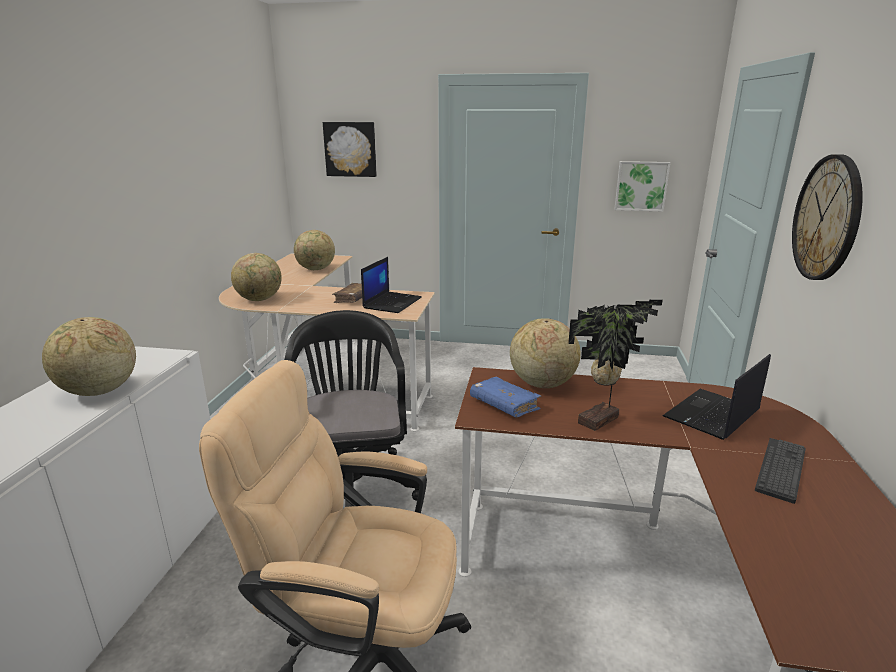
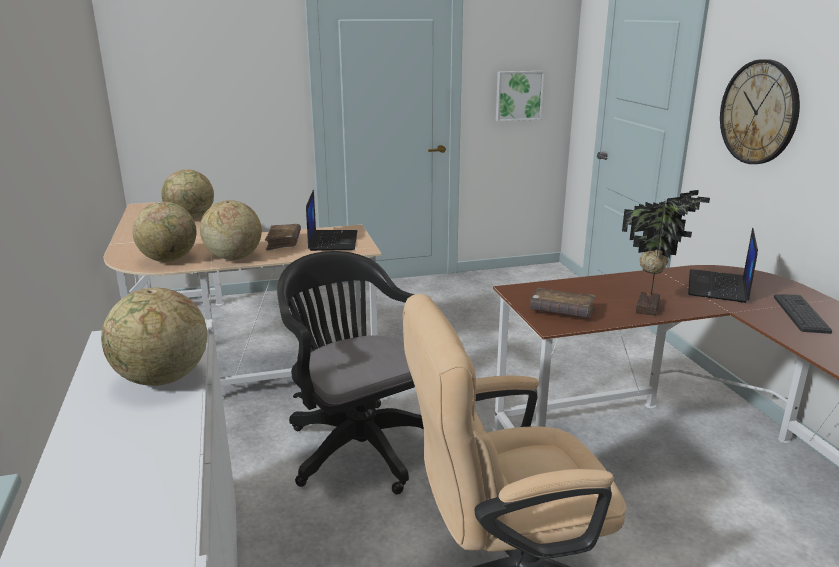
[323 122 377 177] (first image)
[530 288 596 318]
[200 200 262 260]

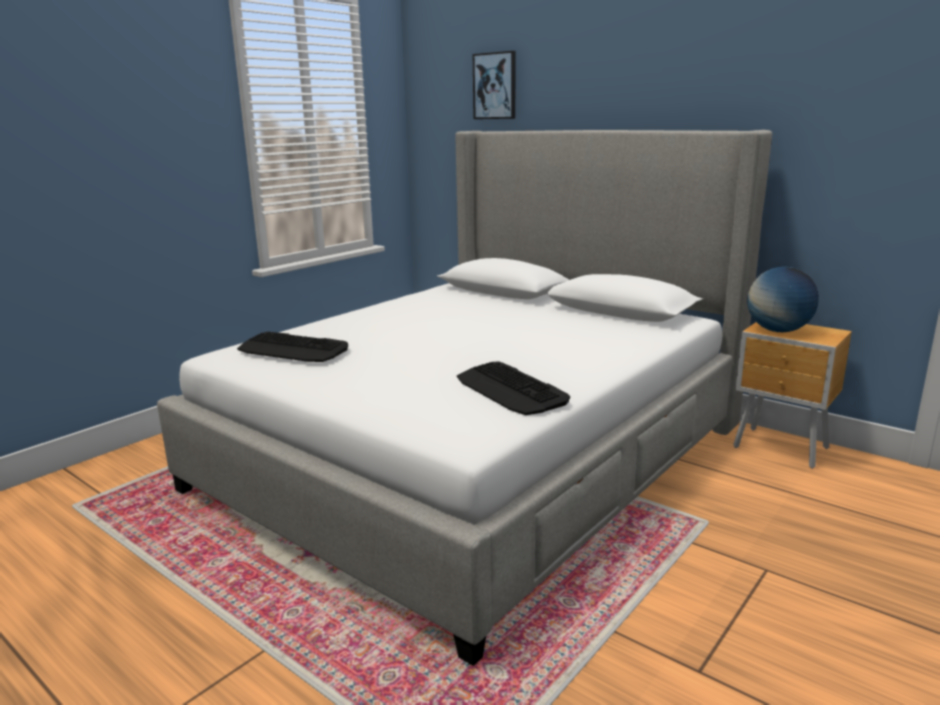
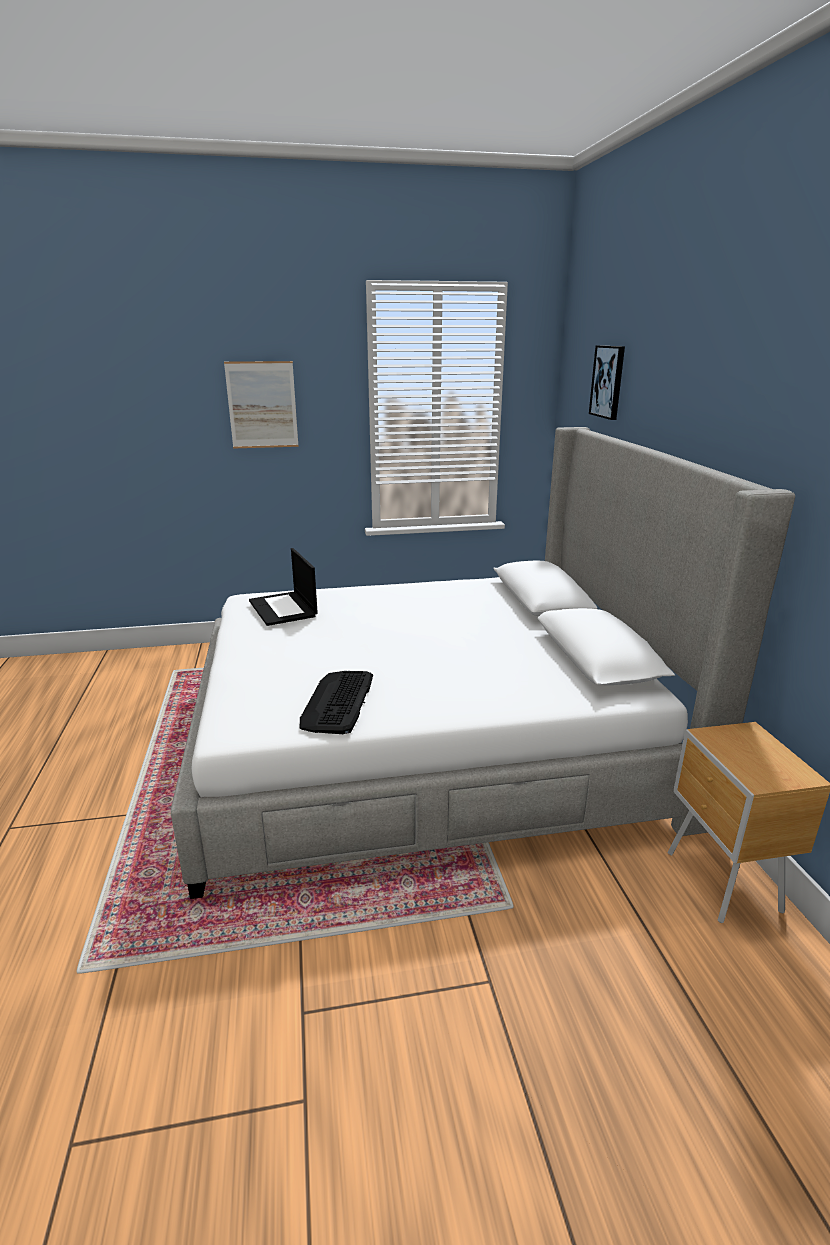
[249 548 318 626]
[747 267 819 332] (first image)
[224 361 298 449]

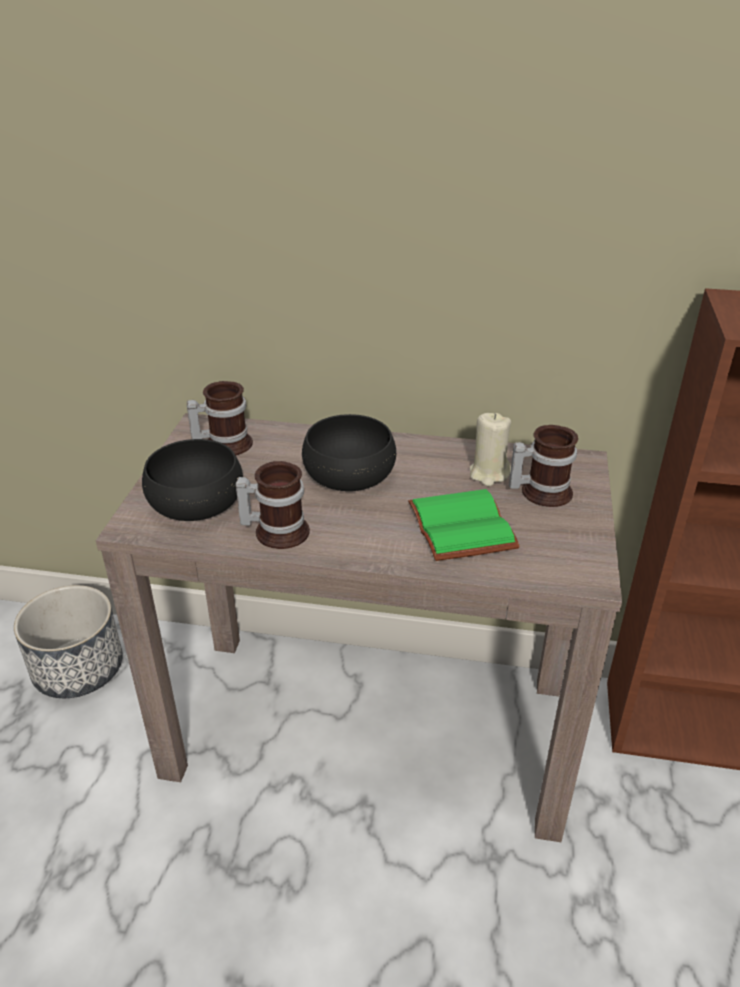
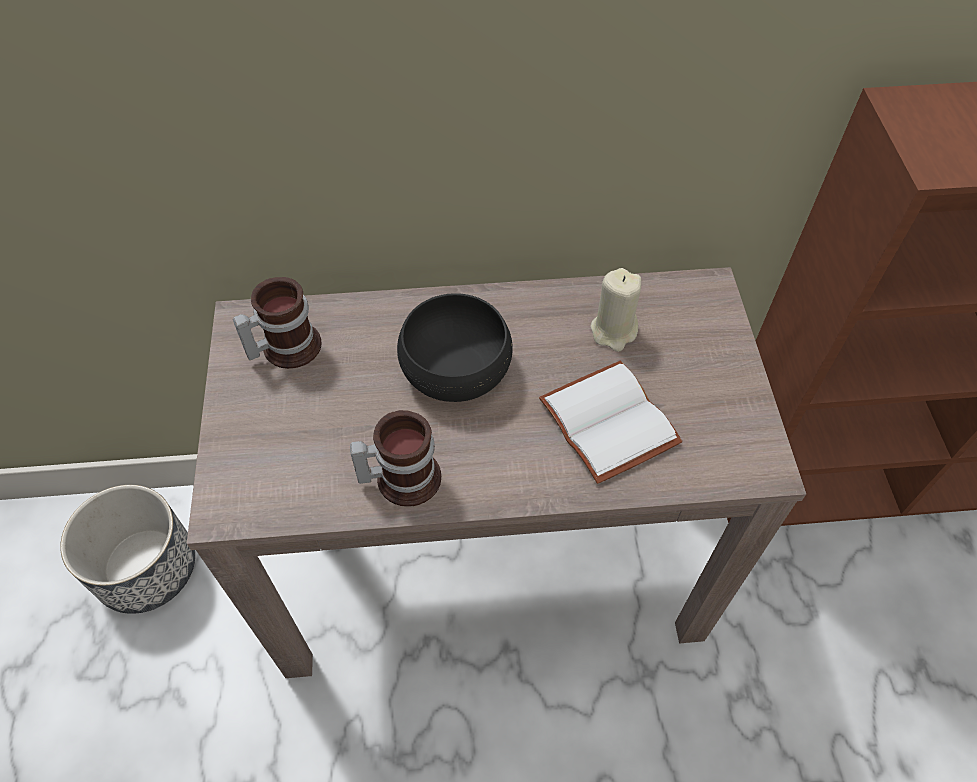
[142 439 243 521] (first image)
[539 361 683 484]
[509 425 578 507] (first image)

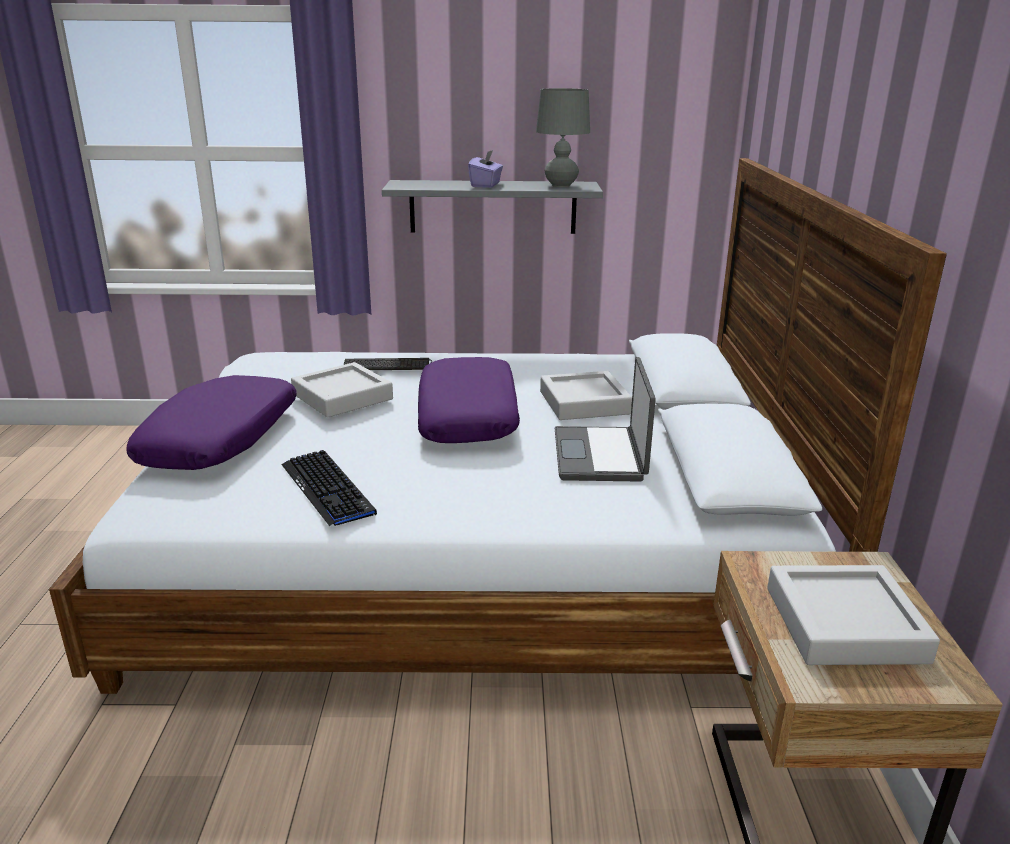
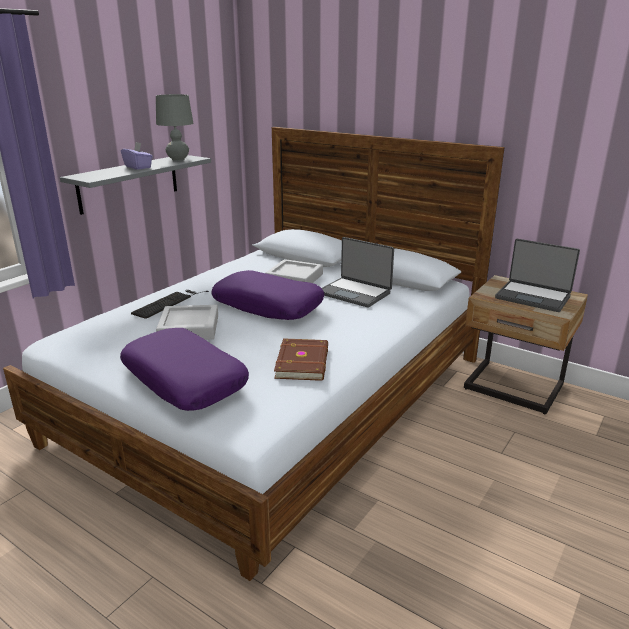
[274 338 328 381]
[495 239 580 312]

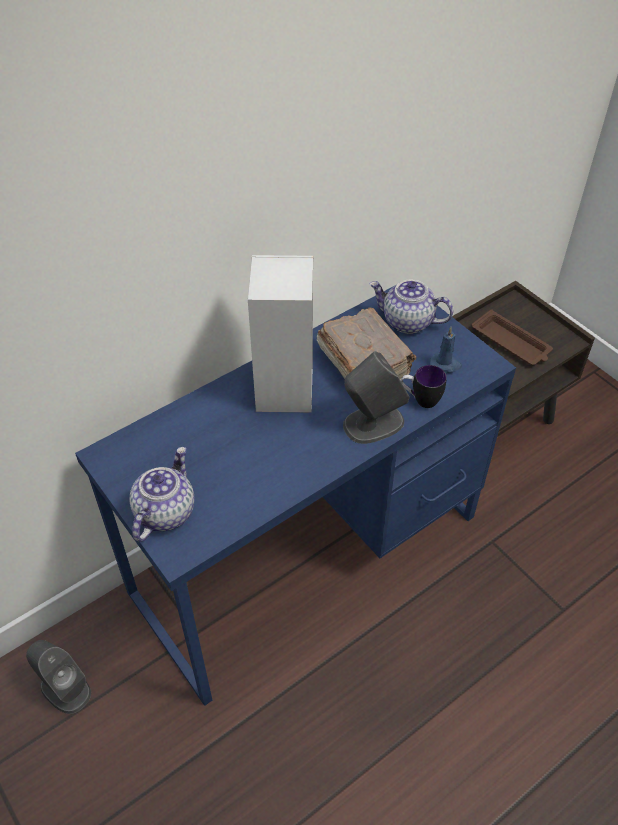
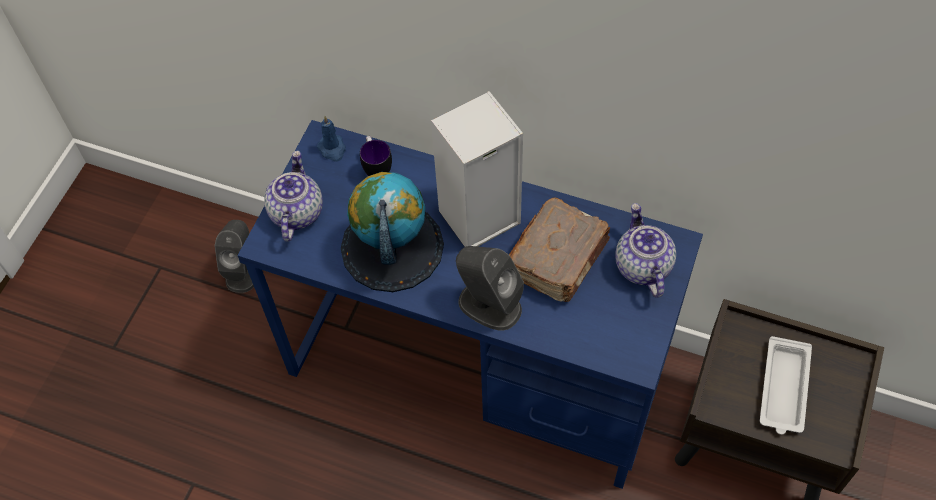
[264 151 323 242]
[360 136 392 176]
[317 116 346 162]
[760 336 812 435]
[341 172 444 292]

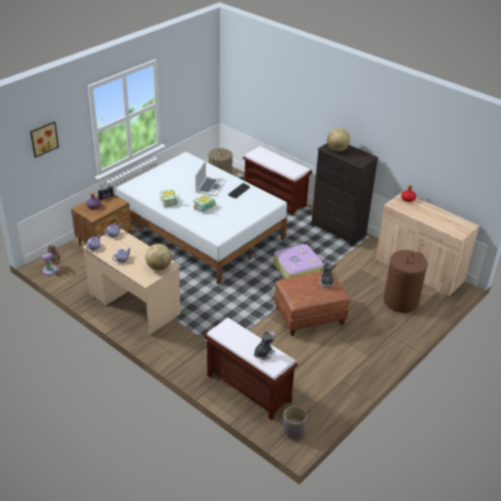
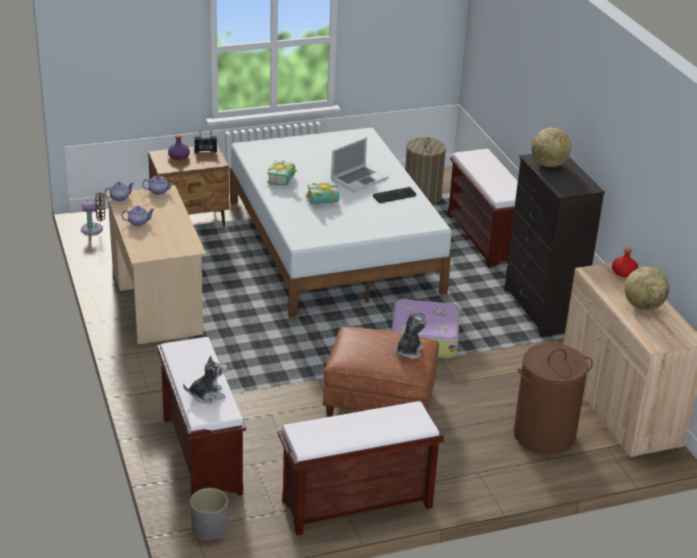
[30 121 59 158] (first image)
[624 267 669 310]
[277 401 444 536]

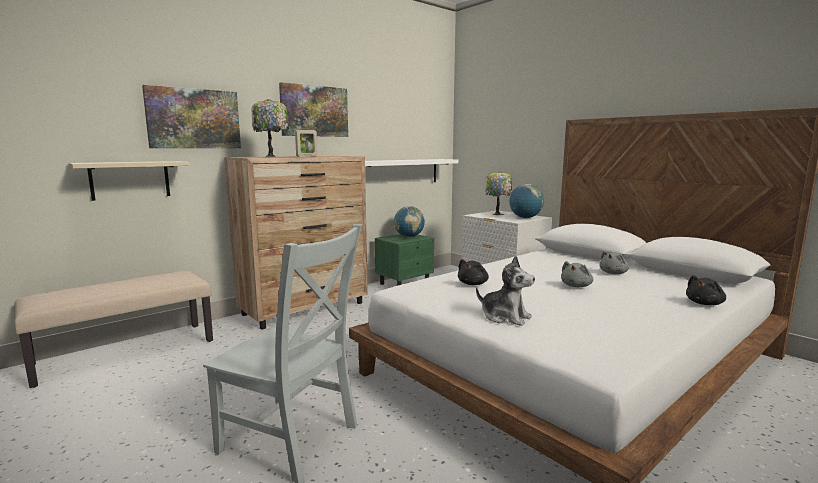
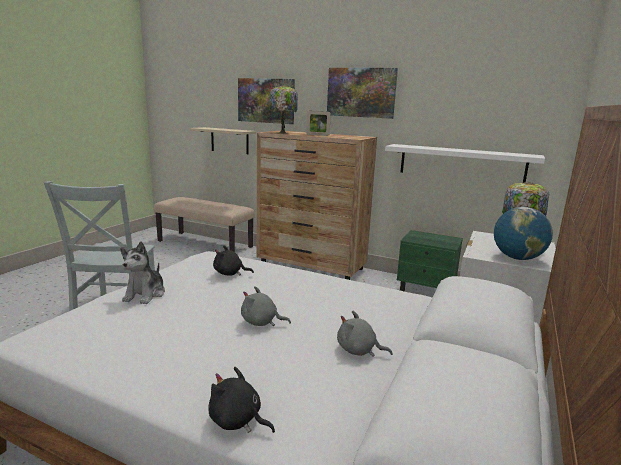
[394 206 425 237] (first image)

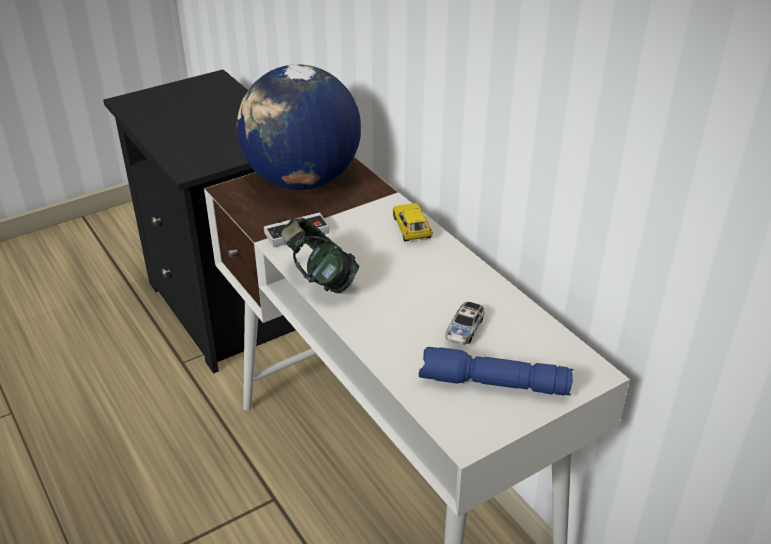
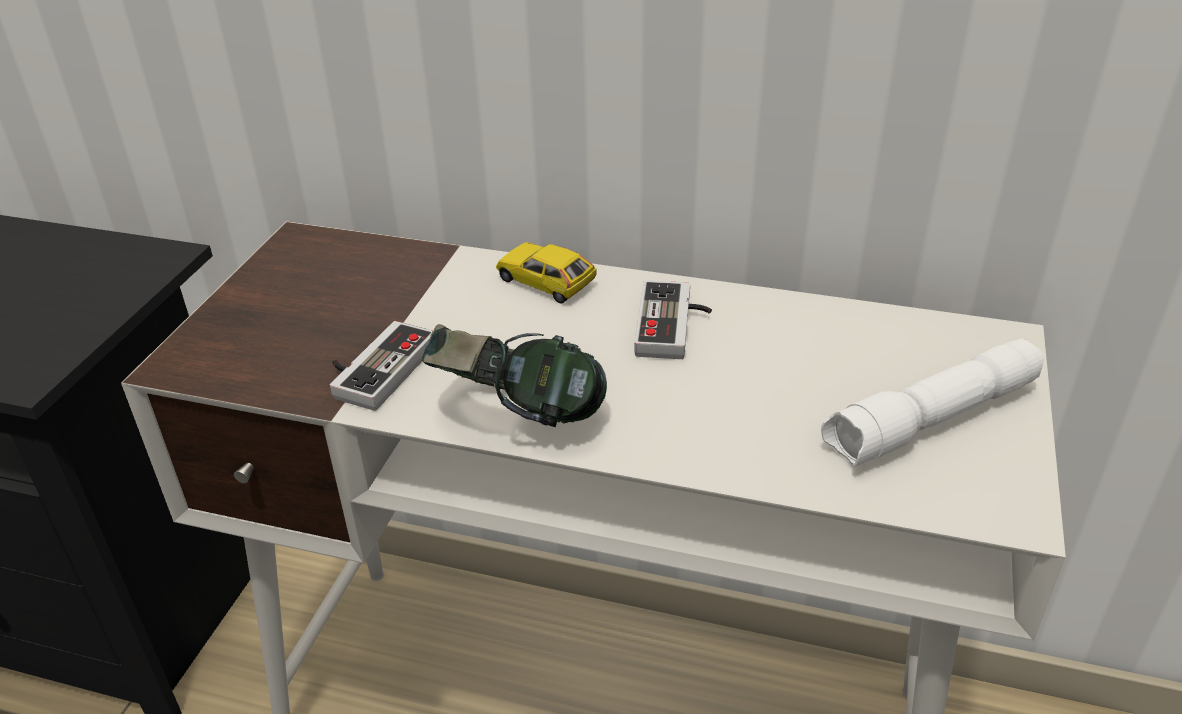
[237 64 361 190] (first image)
[821 339 1044 467]
[445 302 485 345] (first image)
[634 280 712 359]

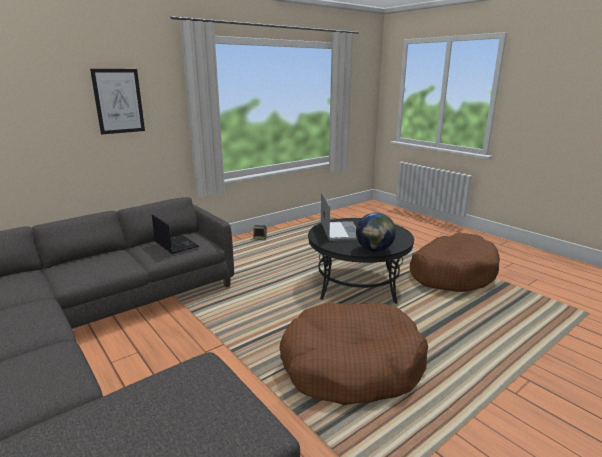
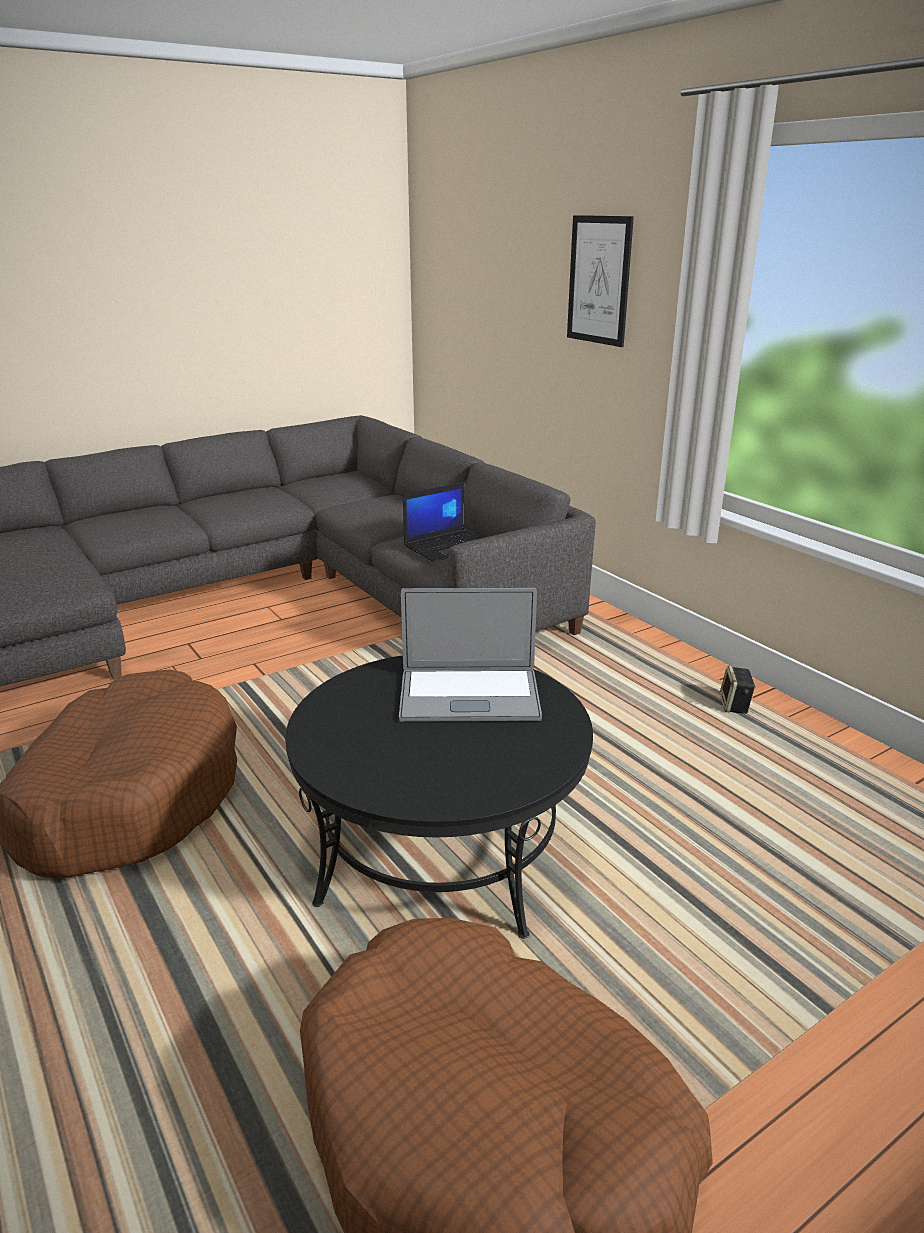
[356 213 396 252] (first image)

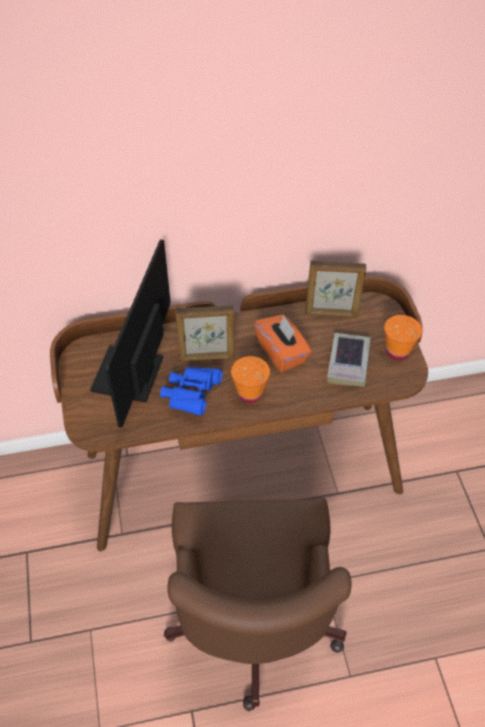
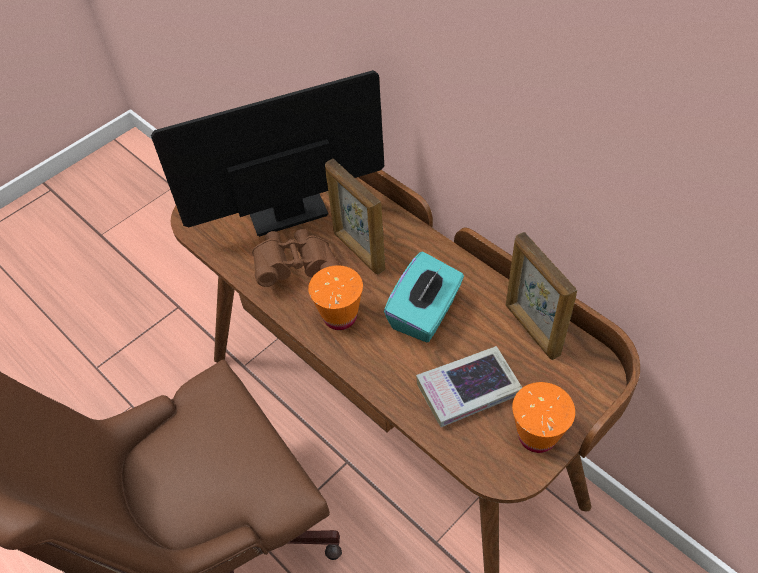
[252 229 340 287]
[384 252 464 343]

